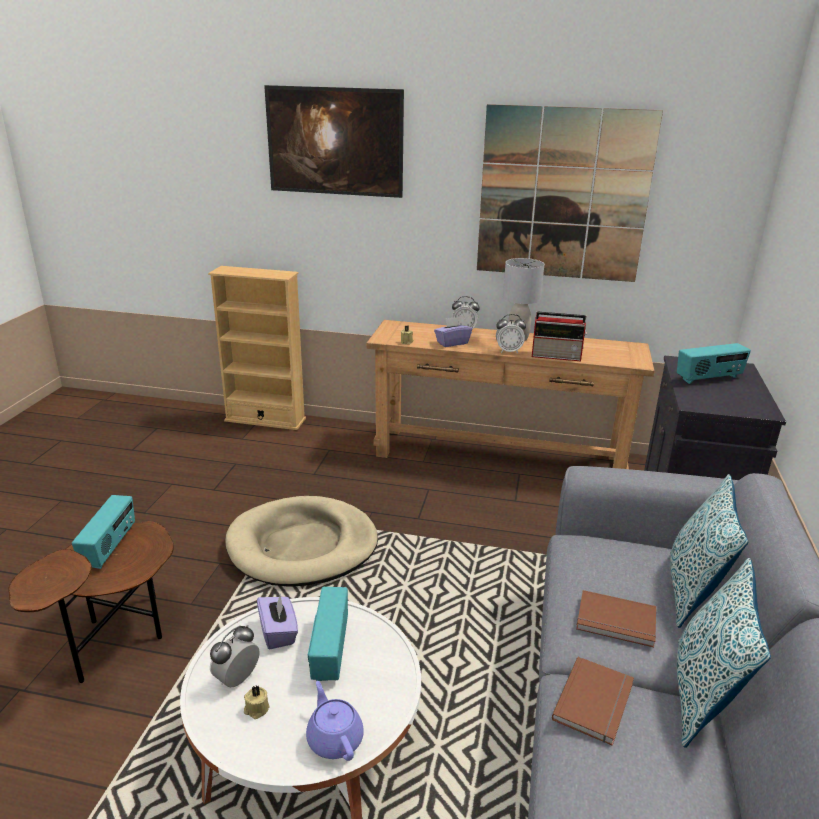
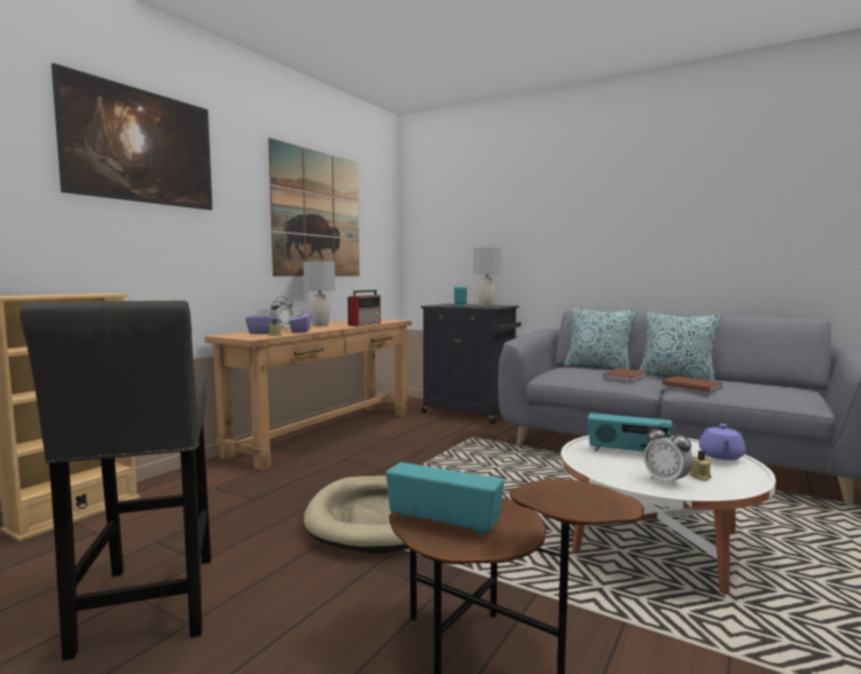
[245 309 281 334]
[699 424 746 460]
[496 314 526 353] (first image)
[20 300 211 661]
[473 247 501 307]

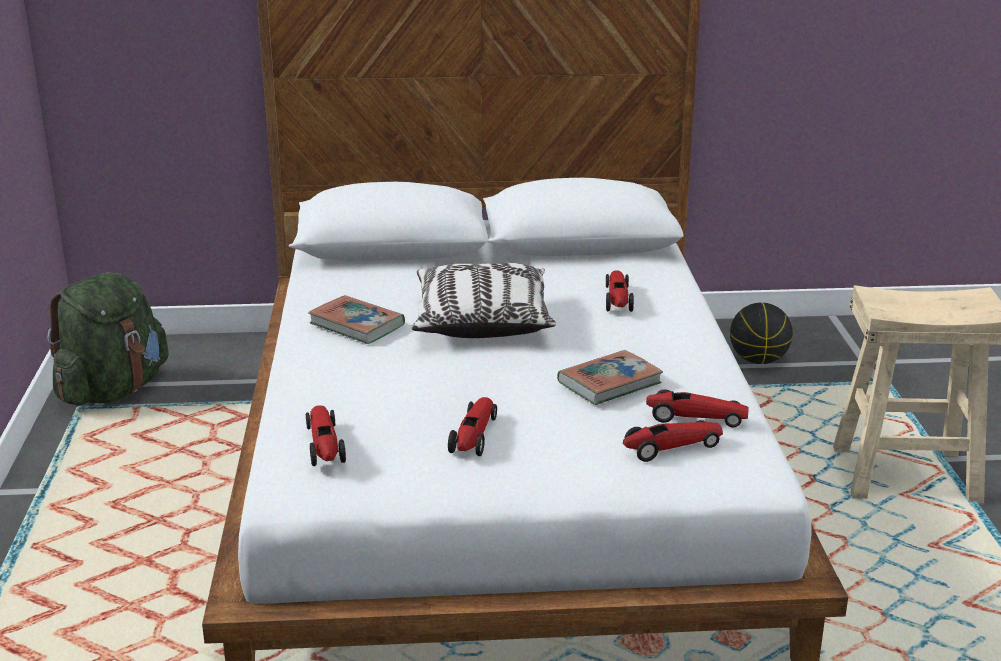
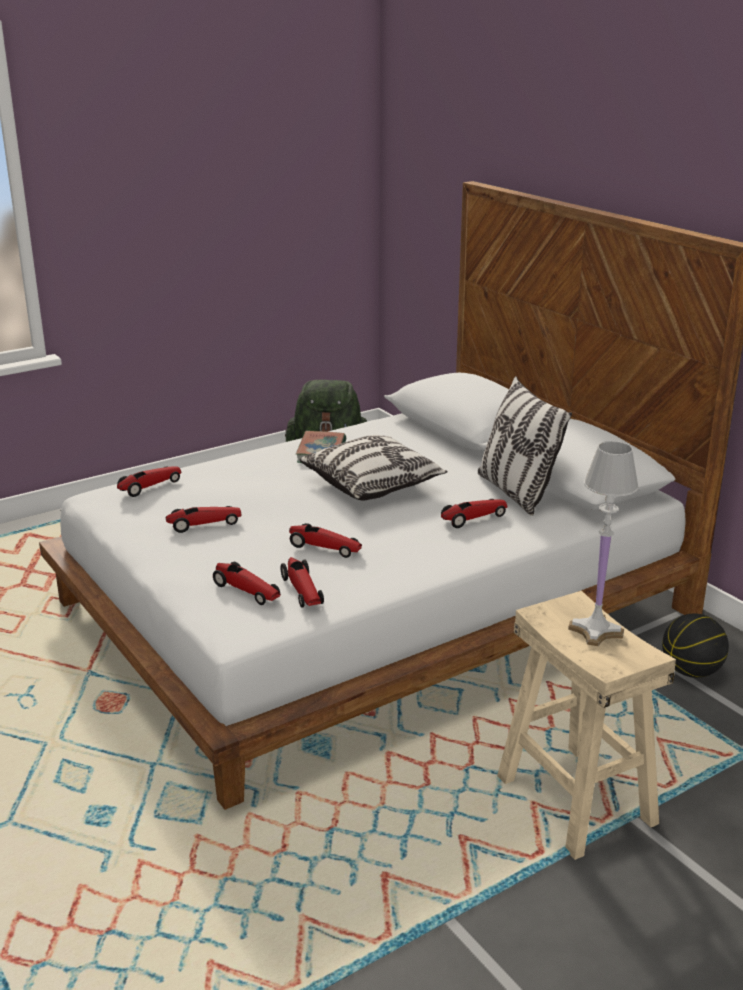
[289 523 362 558]
[478 376 572 516]
[568 441 639 646]

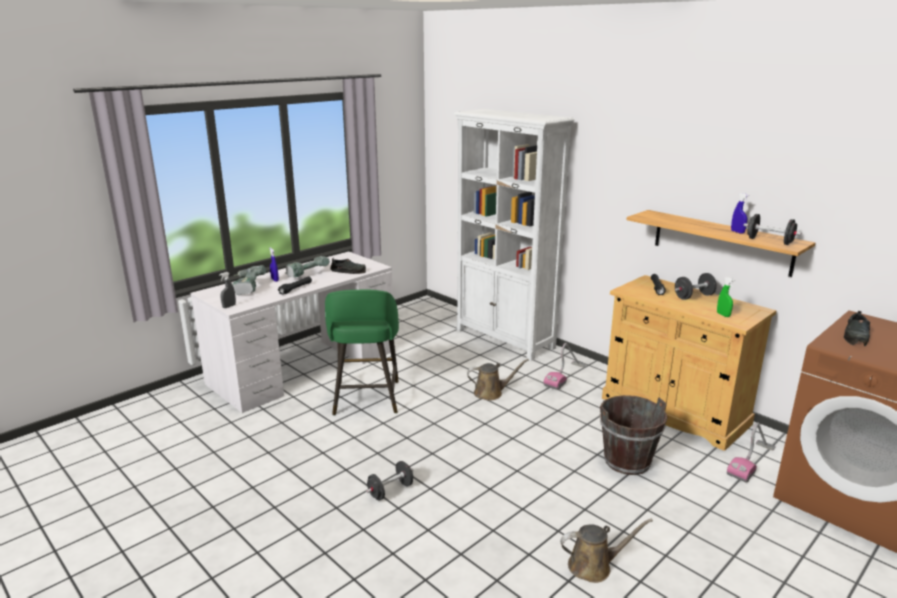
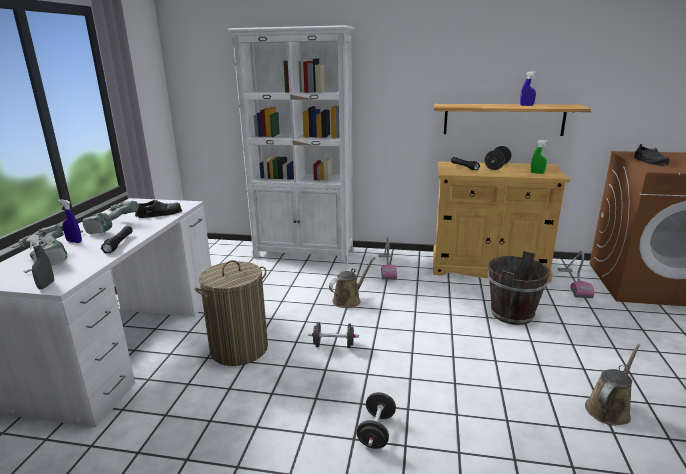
[194 260 268 366]
[308 323 359 348]

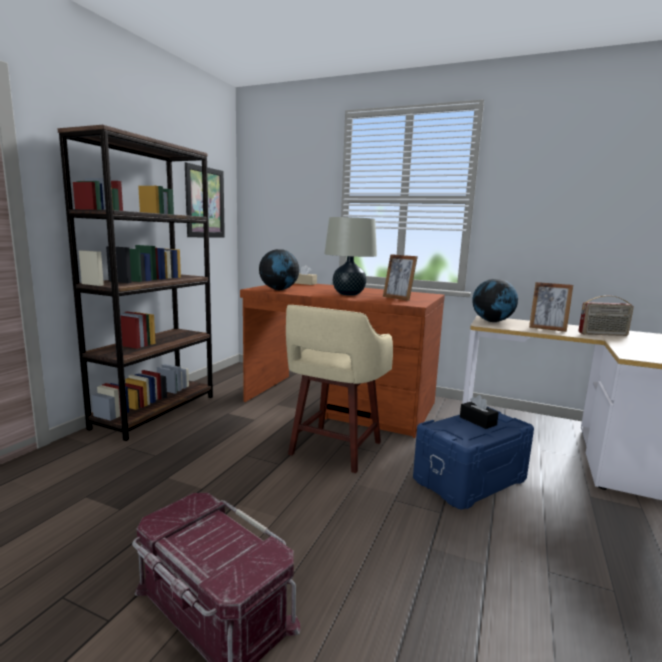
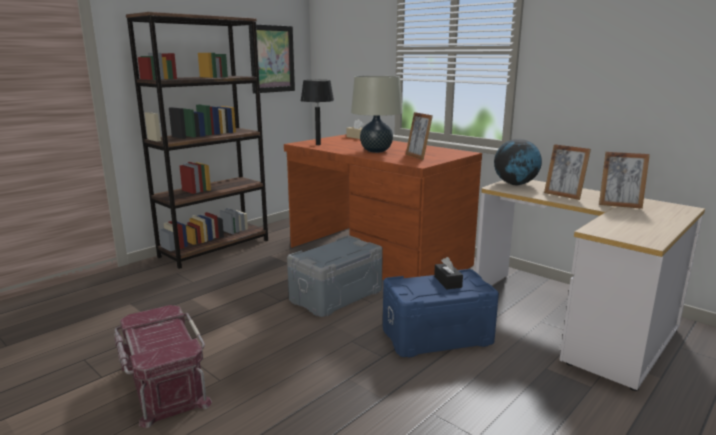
[301 80 334 145]
[287 235 383 317]
[599 152 650 209]

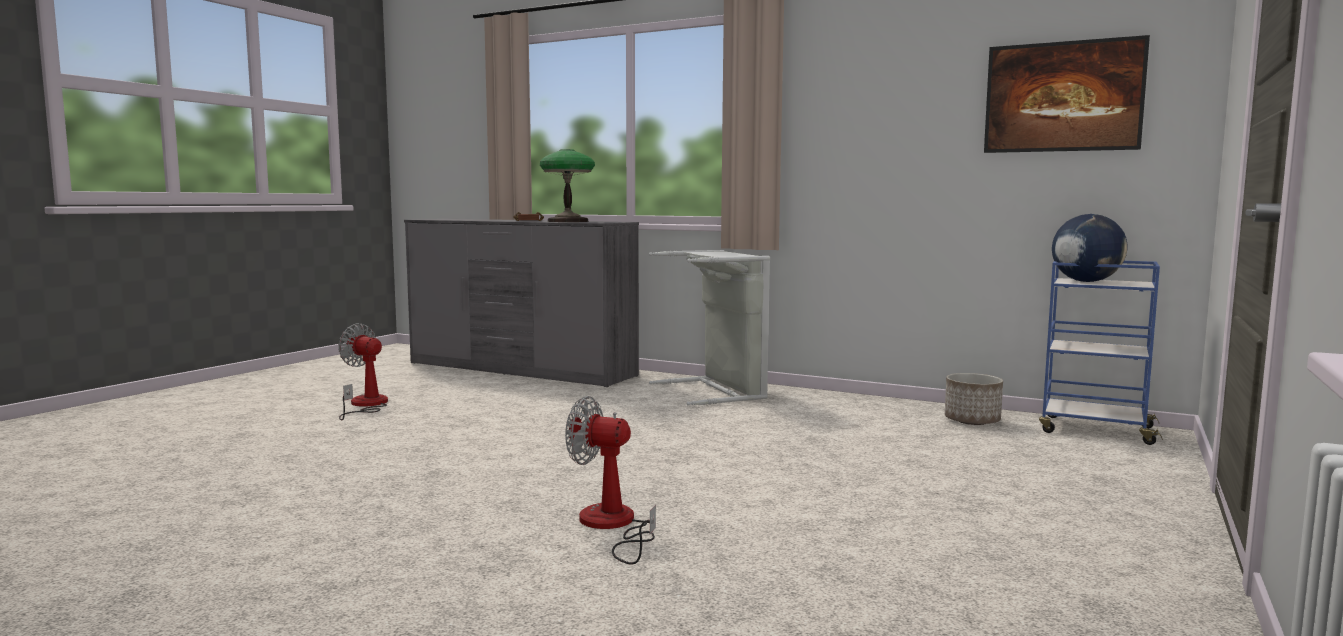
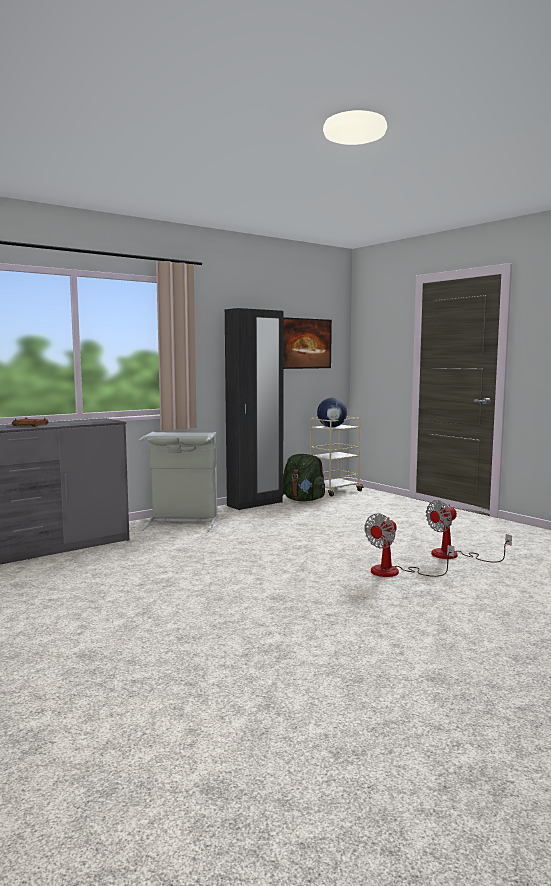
[426 500 512 563]
[540 149 595 222] (first image)
[283 454 325 501]
[310 417 364 497]
[225 308 284 510]

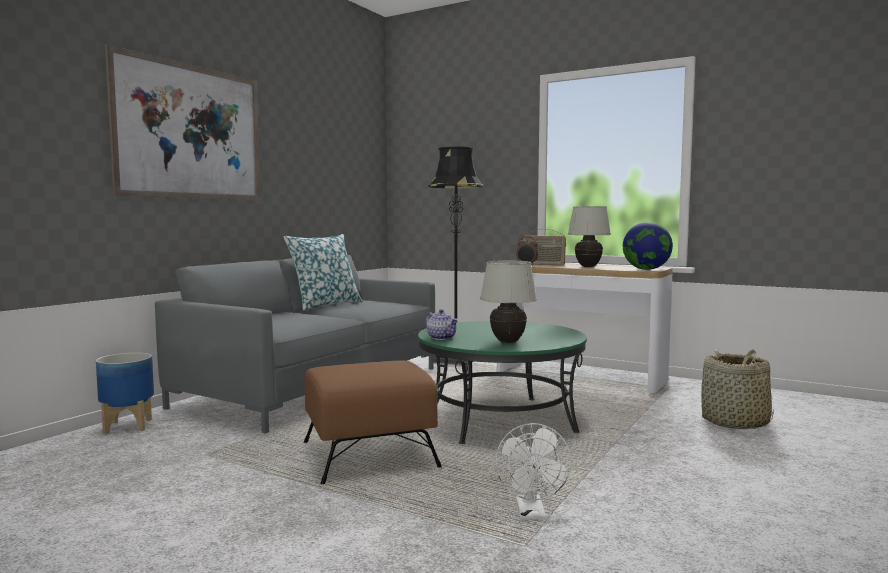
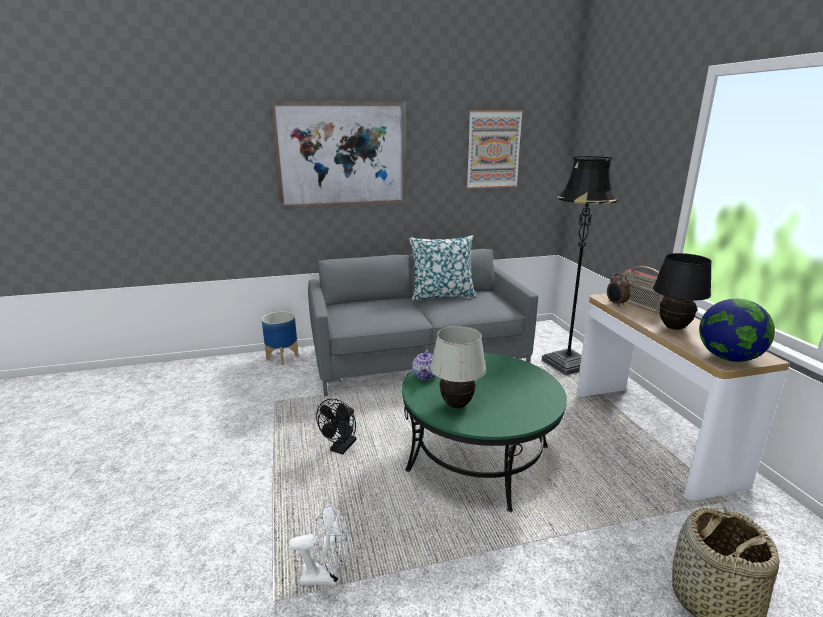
[316 399 357 454]
[289 504 348 585]
[653 253 712 330]
[467 111 523 189]

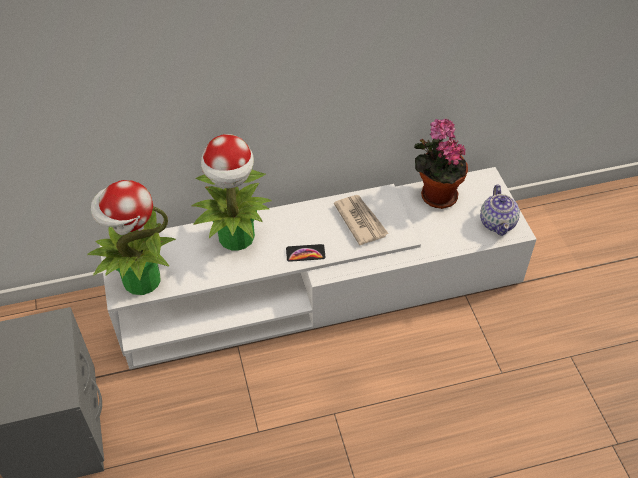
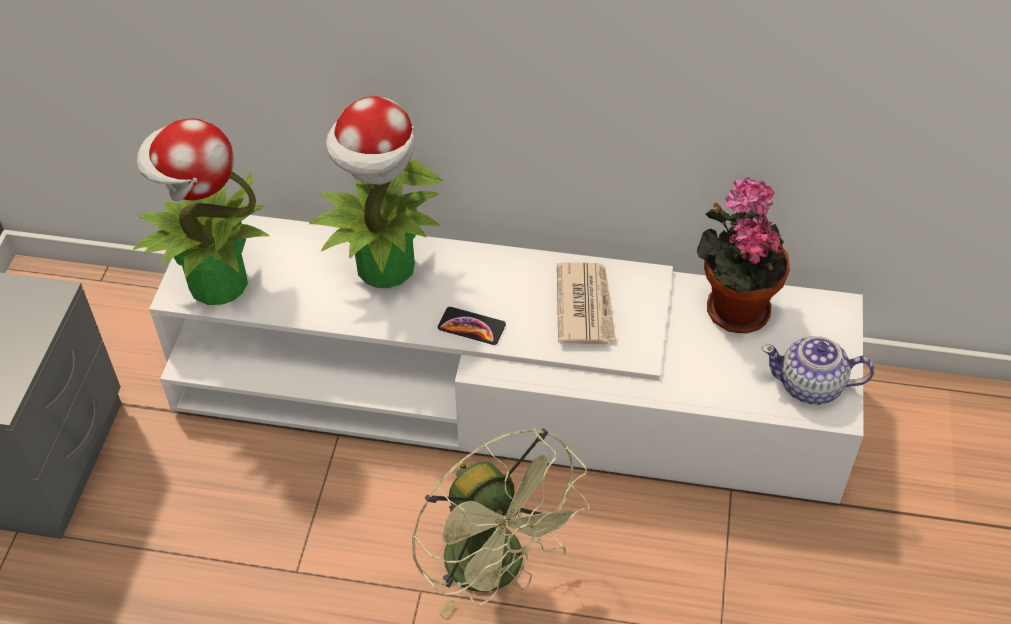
[761 336 874 404]
[411 428 590 618]

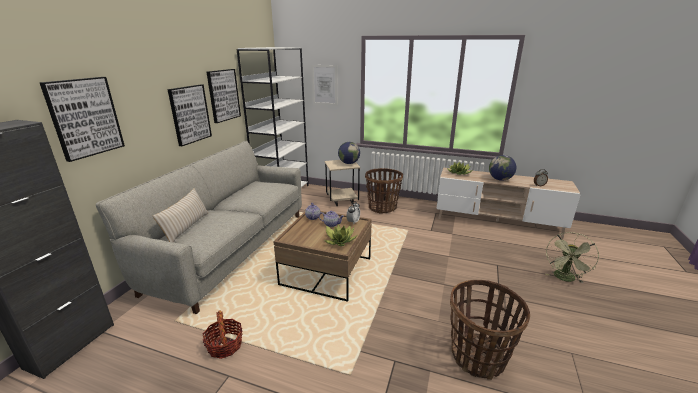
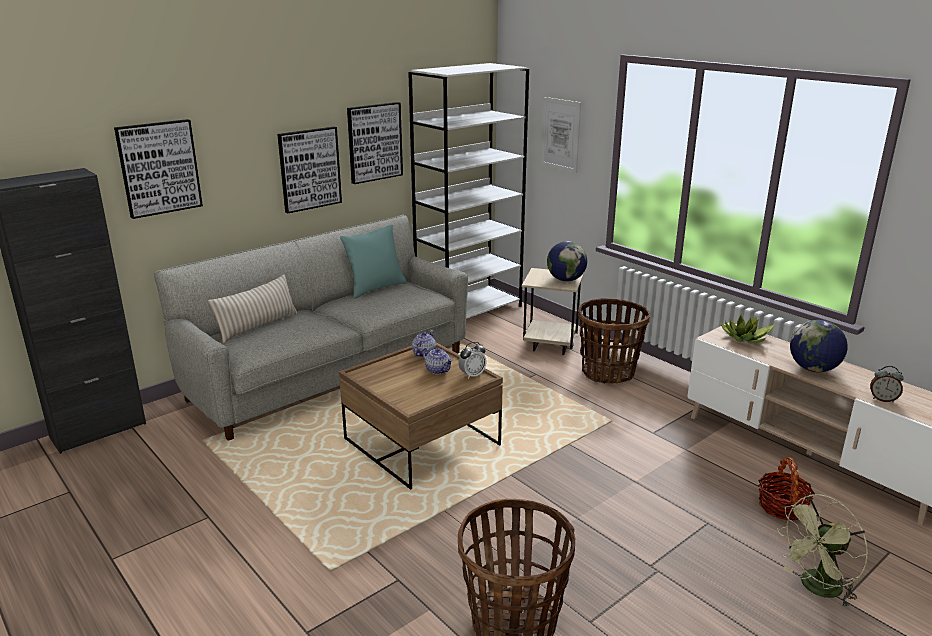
[758 457 815 520]
[325 225 357 246] (first image)
[340 224 407 299]

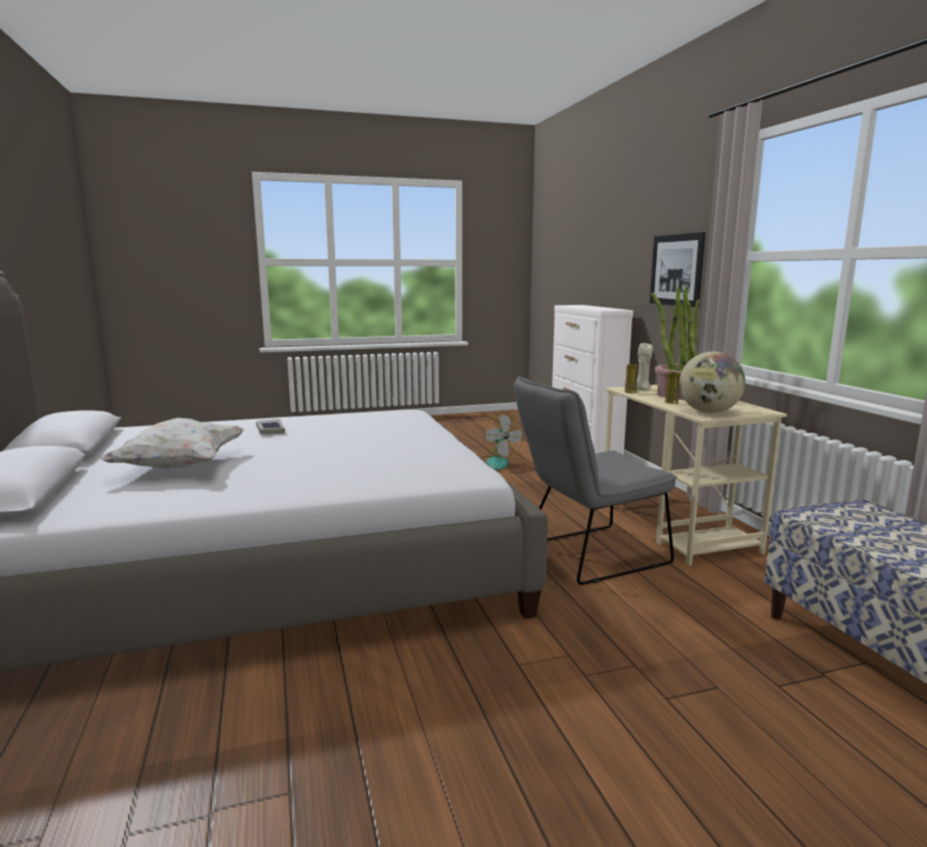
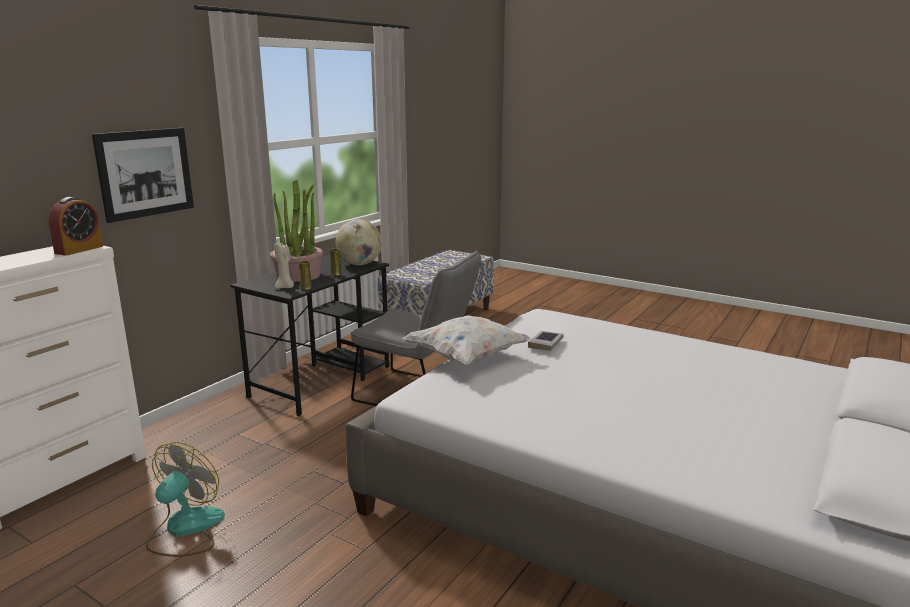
[403 315 531 365]
[528 331 564 350]
[230 255 389 416]
[48 197 103 256]

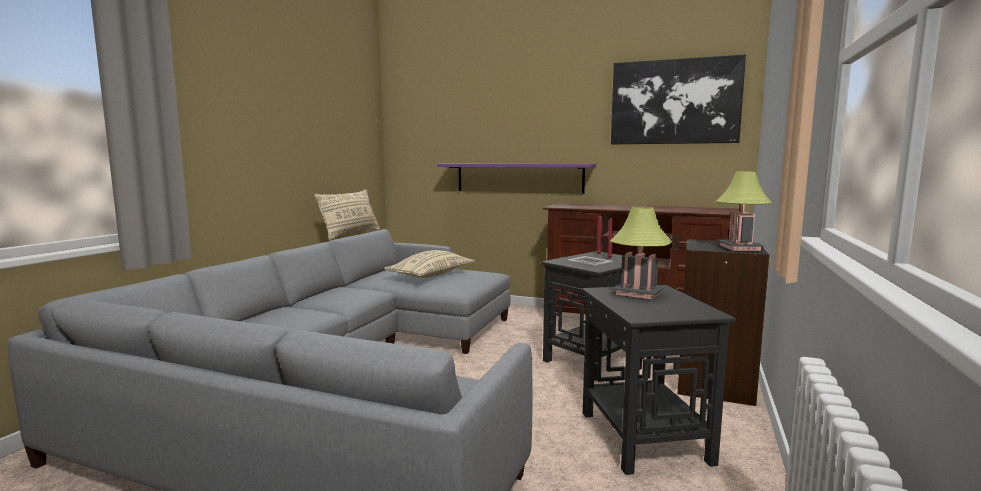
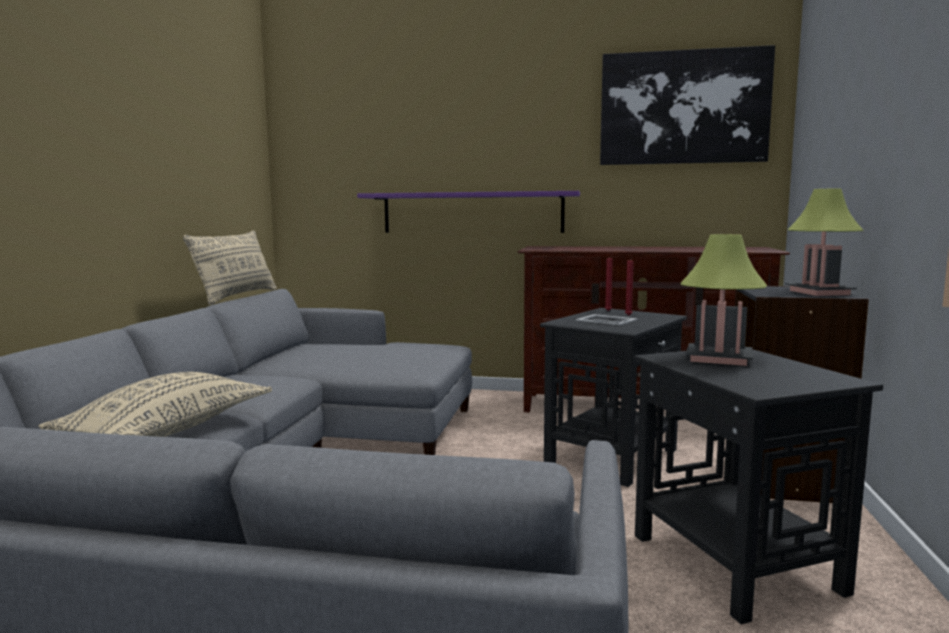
[38 372 272 437]

